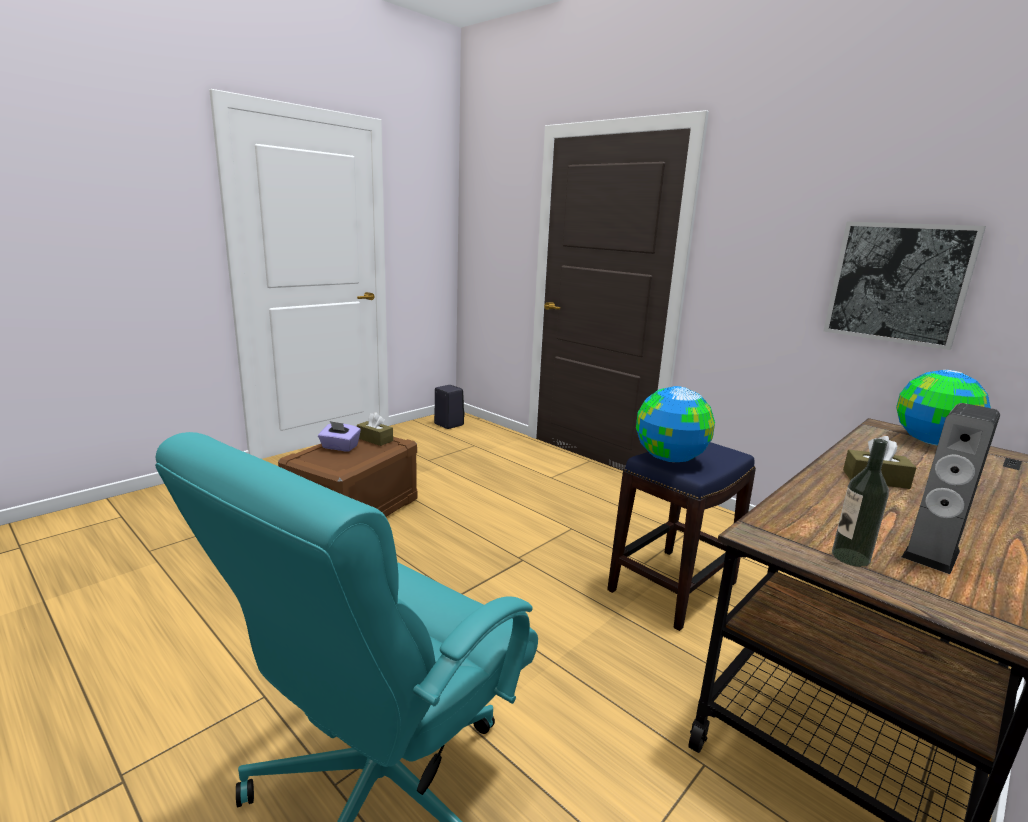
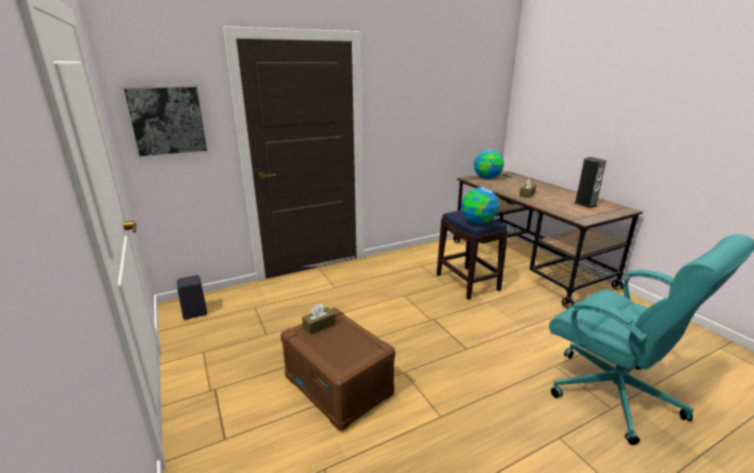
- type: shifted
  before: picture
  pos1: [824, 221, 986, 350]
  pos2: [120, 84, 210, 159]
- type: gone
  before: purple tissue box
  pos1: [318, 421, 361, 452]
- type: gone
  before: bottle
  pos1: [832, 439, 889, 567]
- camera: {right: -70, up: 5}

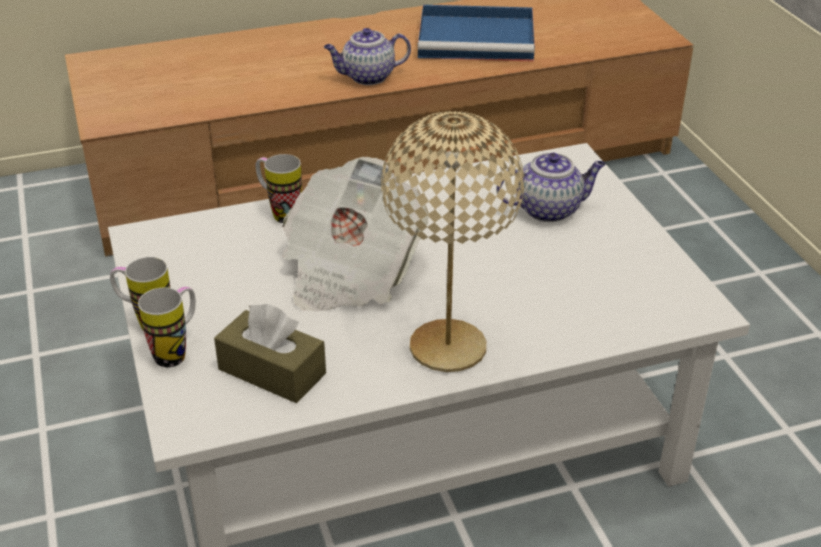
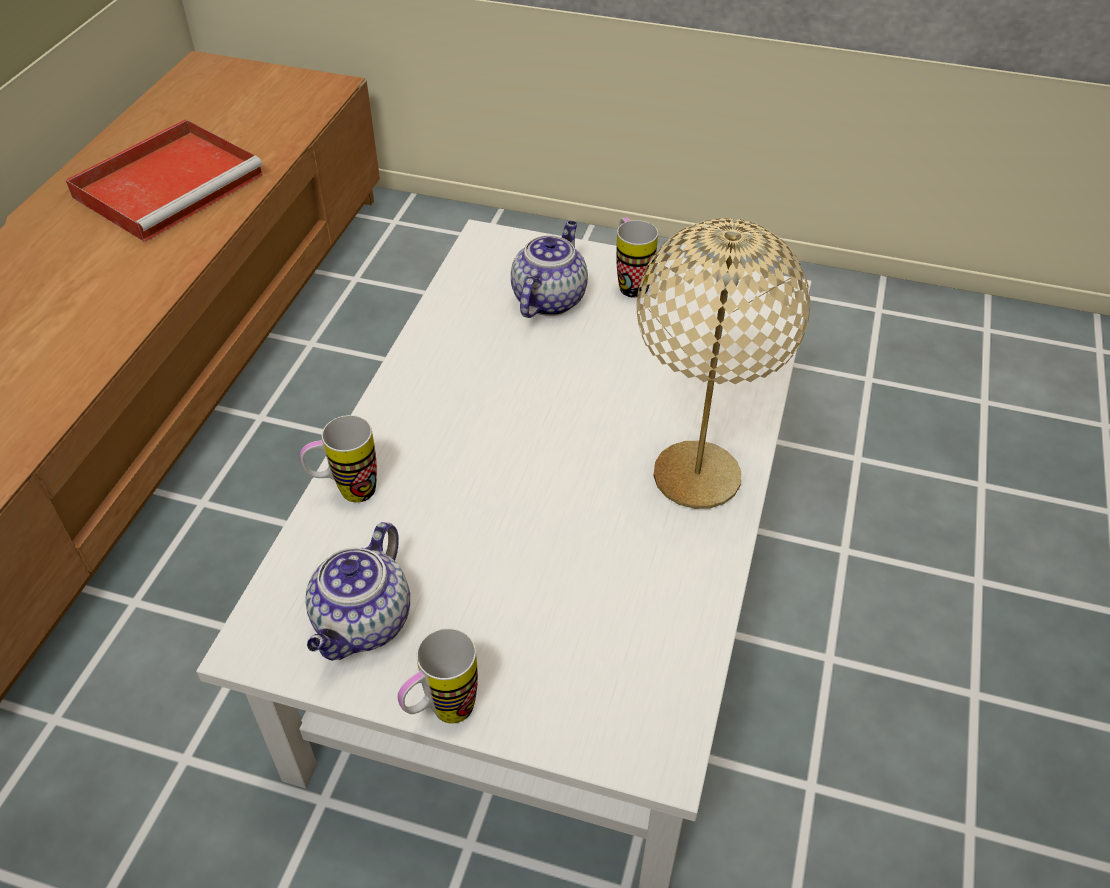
- type: repainted
  before: blue tray
  after: red tray
  pos1: [418, 5, 535, 62]
  pos2: [66, 119, 263, 242]
- type: shifted
  before: teapot
  pos1: [324, 28, 411, 85]
  pos2: [306, 522, 410, 661]
- type: gone
  before: newspaper
  pos1: [282, 157, 429, 311]
- type: shifted
  before: mug
  pos1: [138, 287, 196, 367]
  pos2: [616, 218, 658, 298]
- type: gone
  before: brown tissue box
  pos1: [214, 304, 326, 403]
- camera: {right: -55, up: 10}

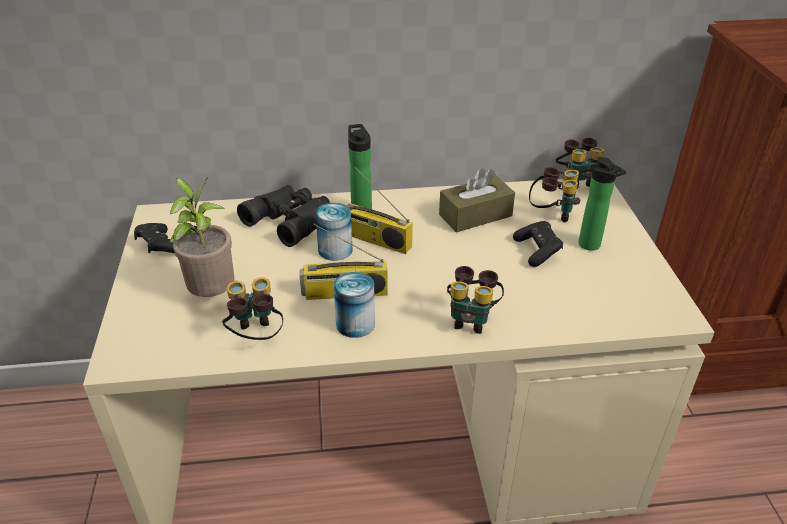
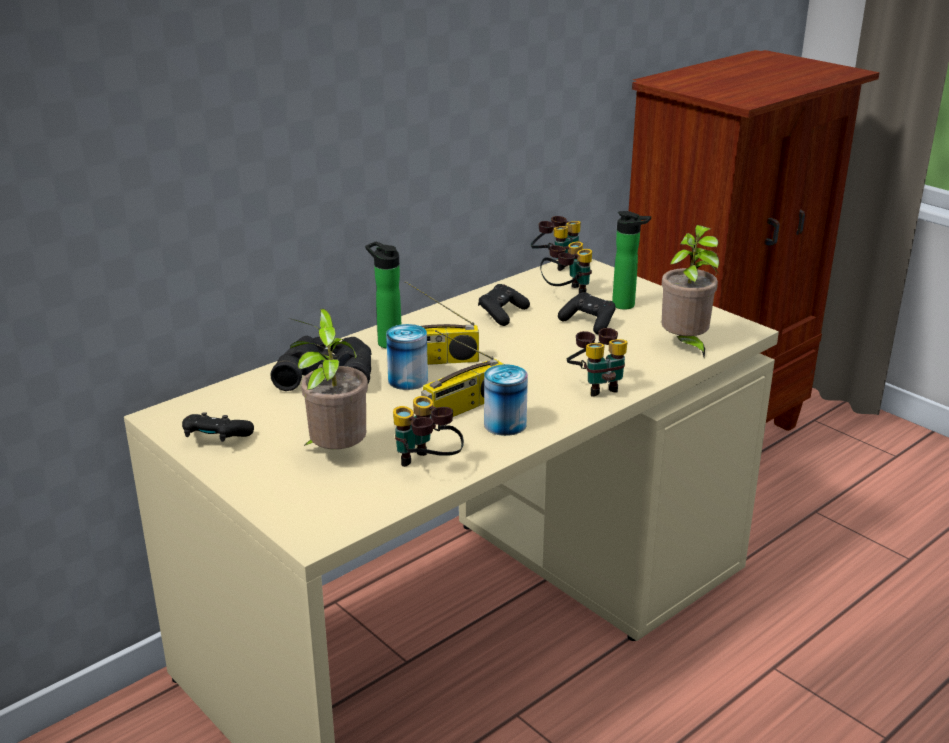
- type: swapped
  before: brown tissue box
  after: black game controller
  pos1: [439, 168, 515, 232]
  pos2: [478, 284, 530, 326]
- type: new
  after: potted plant
  pos2: [662, 225, 720, 357]
- camera: {right: -35, up: -10}

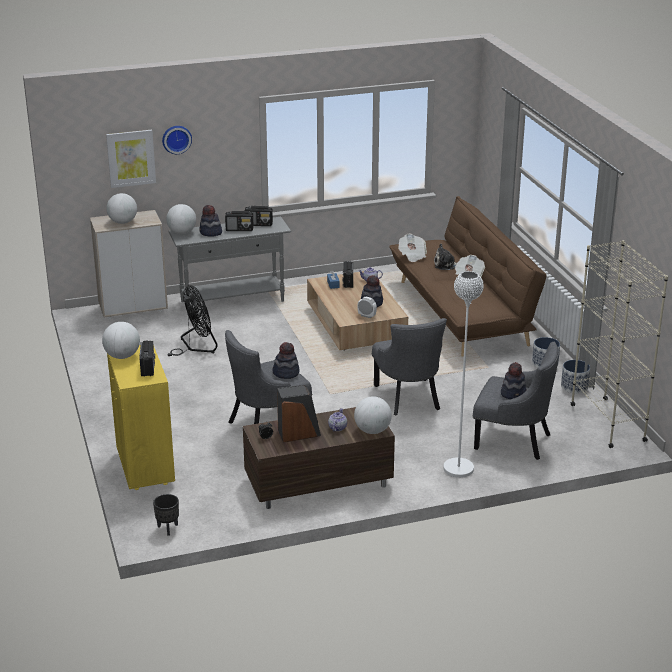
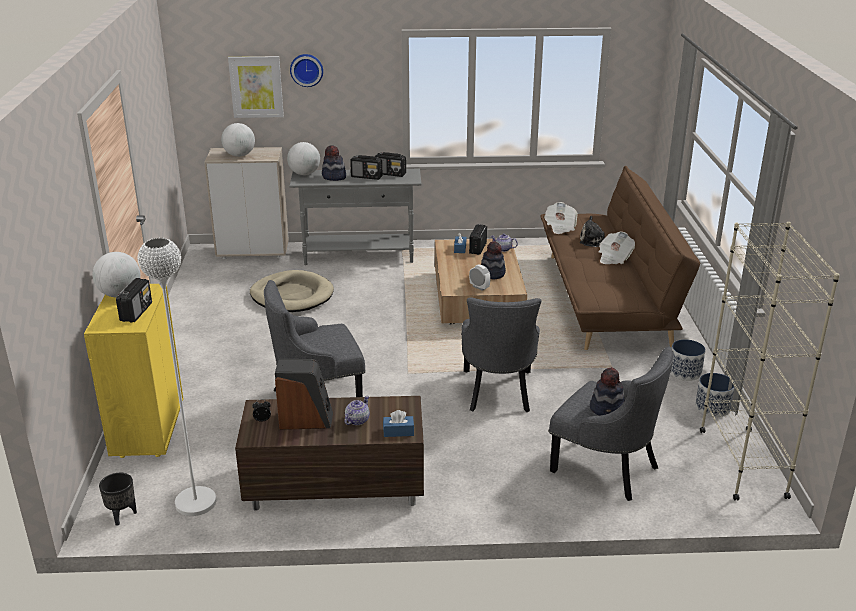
- type: shifted
  before: white floor lamp
  pos1: [443, 271, 484, 478]
  pos2: [138, 238, 216, 516]
- type: swapped
  before: black fan
  after: beige dog bed
  pos1: [167, 285, 217, 356]
  pos2: [250, 270, 334, 312]
- type: gone
  before: hat
  pos1: [272, 342, 300, 379]
- type: swapped
  before: globe
  after: blue tissue box
  pos1: [354, 396, 392, 434]
  pos2: [383, 410, 414, 437]
- camera: {right: 15, up: 0}

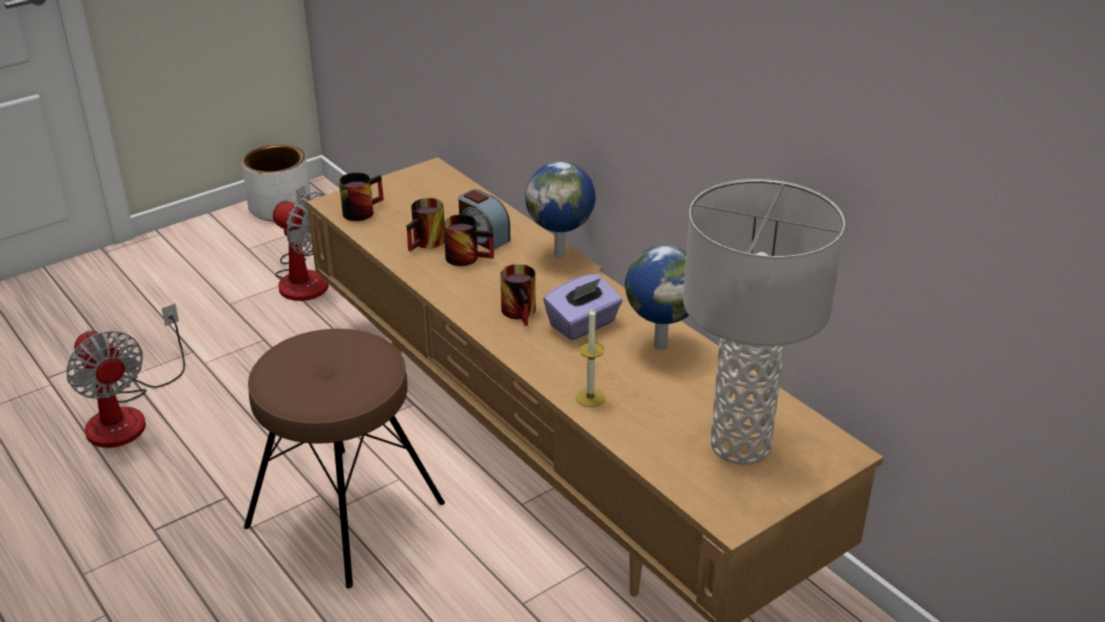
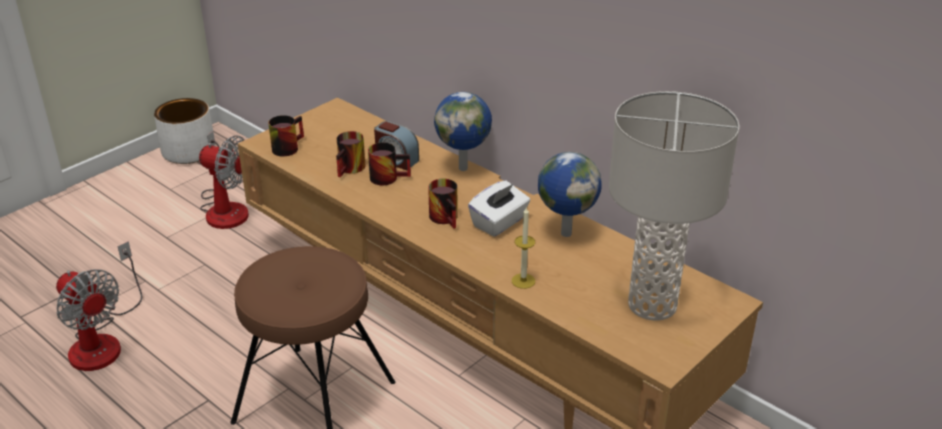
- type: repainted
  before: purple tissue box
  after: white tissue box
  pos1: [543, 274, 623, 340]
  pos2: [468, 181, 530, 237]
- camera: {right: -10, up: 0}

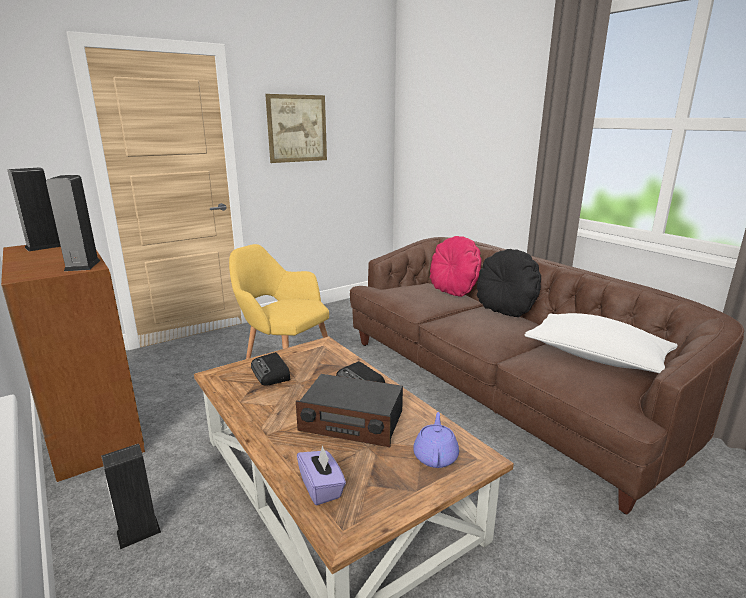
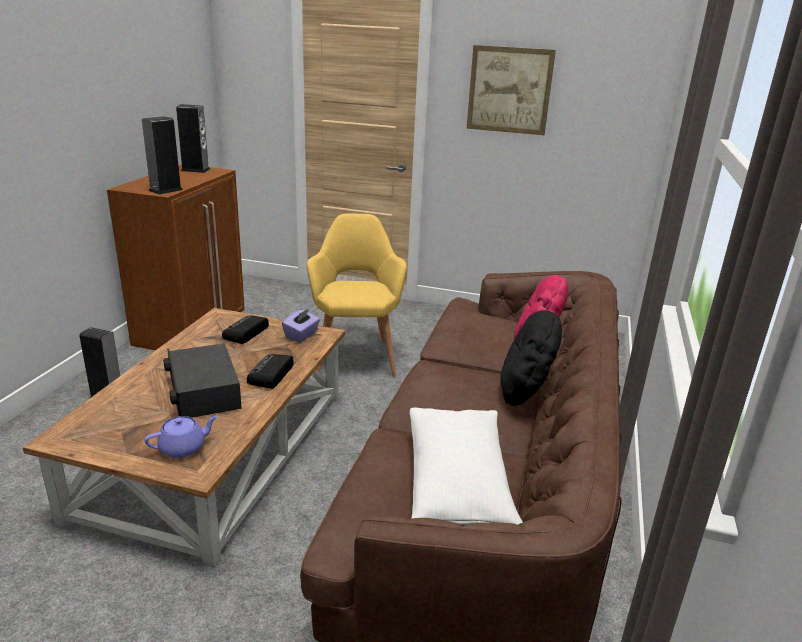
- type: shifted
  before: purple tissue box
  pos1: [297, 445, 346, 505]
  pos2: [282, 309, 320, 342]
- camera: {right: 50, up: 5}

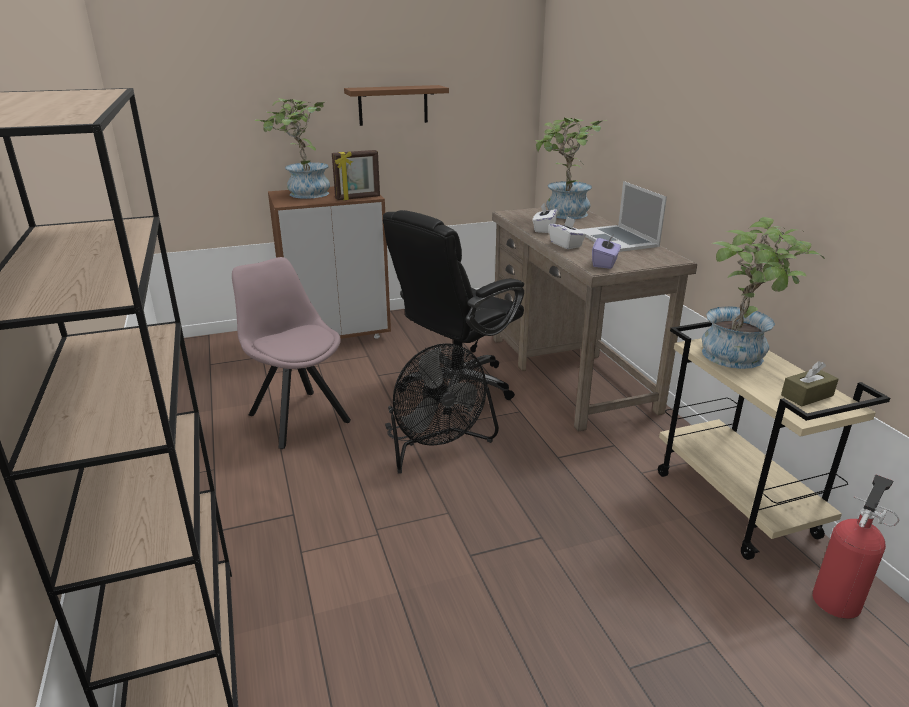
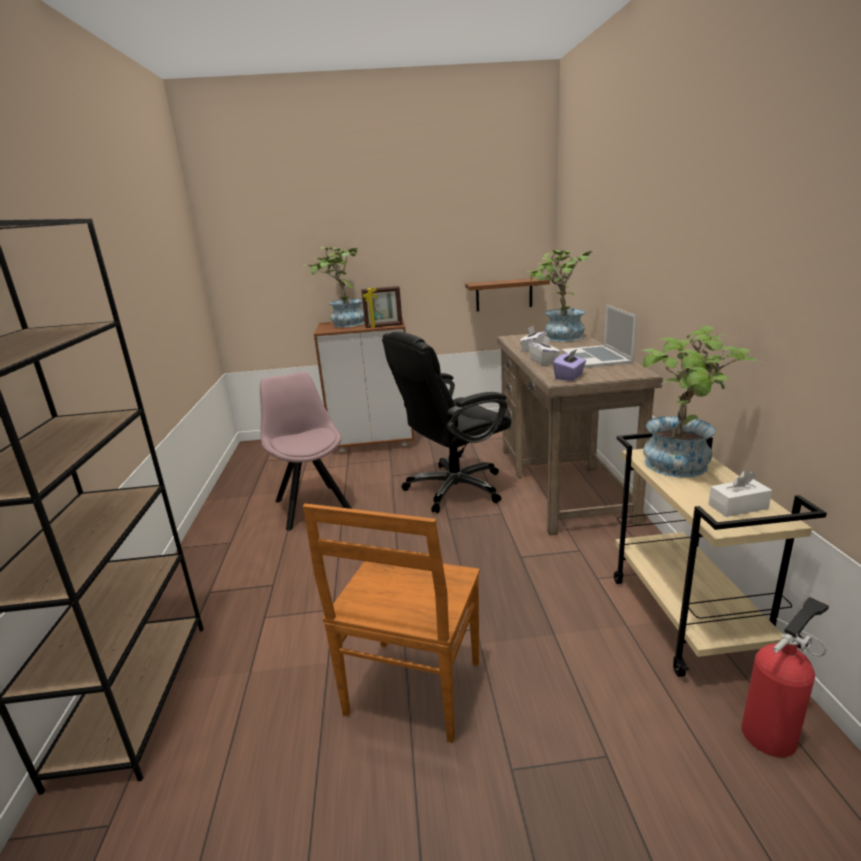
- type: shifted
  before: brown shelf
  pos1: [344, 85, 449, 126]
  pos2: [465, 278, 550, 311]
- type: gone
  before: black fan
  pos1: [385, 343, 499, 474]
- type: repainted
  before: brown tissue box
  after: white tissue box
  pos1: [781, 361, 838, 407]
  pos2: [708, 470, 772, 517]
- type: new
  after: brown chair
  pos2: [303, 503, 480, 743]
- camera: {right: 15, up: -5}

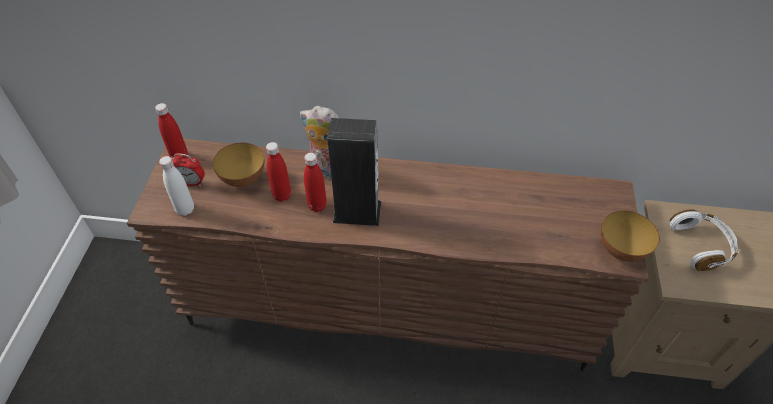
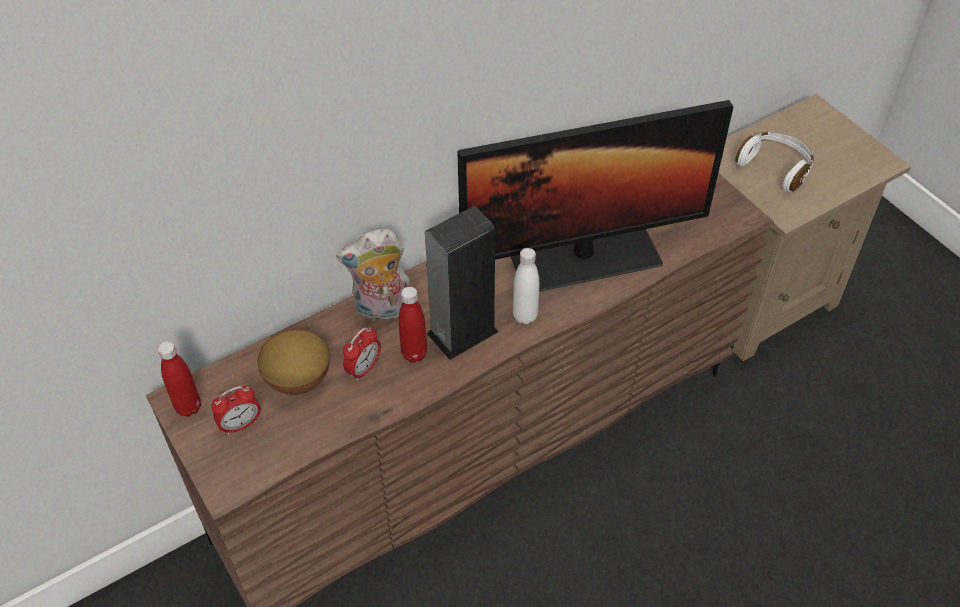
- type: swapped
  before: red bottle
  after: alarm clock
  pos1: [266, 142, 291, 202]
  pos2: [343, 327, 381, 381]
- type: shifted
  before: white bottle
  pos1: [159, 156, 194, 216]
  pos2: [513, 248, 539, 324]
- type: gone
  before: bowl
  pos1: [601, 211, 659, 261]
- type: new
  after: monitor
  pos2: [457, 100, 733, 292]
- camera: {right: -40, up: 0}

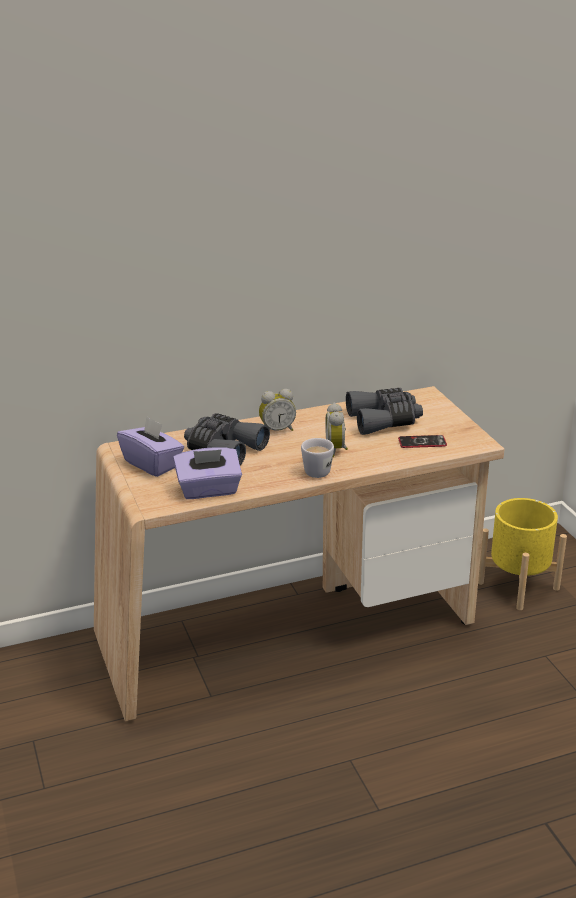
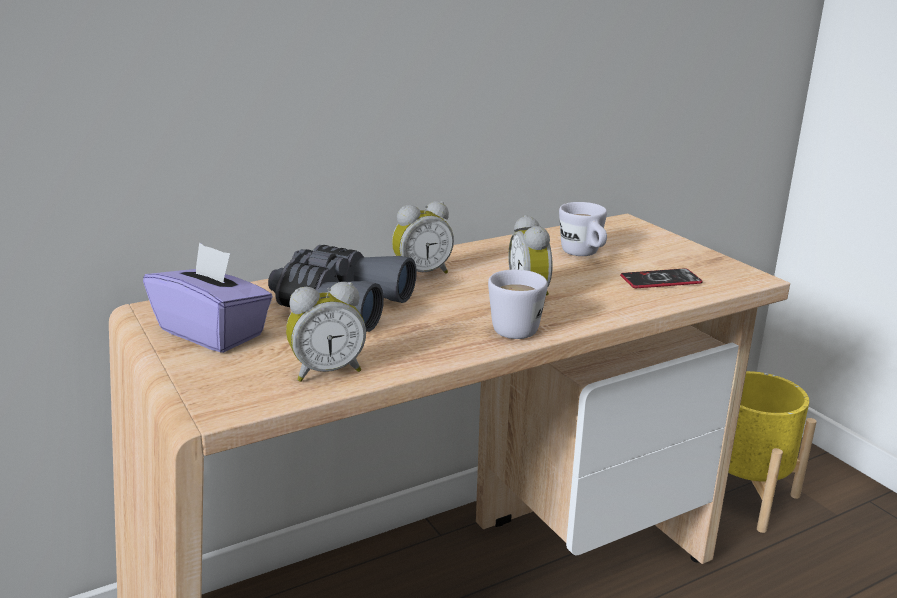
- type: swapped
  before: grey binoculars
  after: white mug
  pos1: [346, 388, 423, 435]
  pos2: [559, 202, 607, 256]
- type: swapped
  before: purple tissue box
  after: alarm clock
  pos1: [173, 447, 242, 499]
  pos2: [286, 282, 366, 382]
- camera: {right: -10, up: -5}

